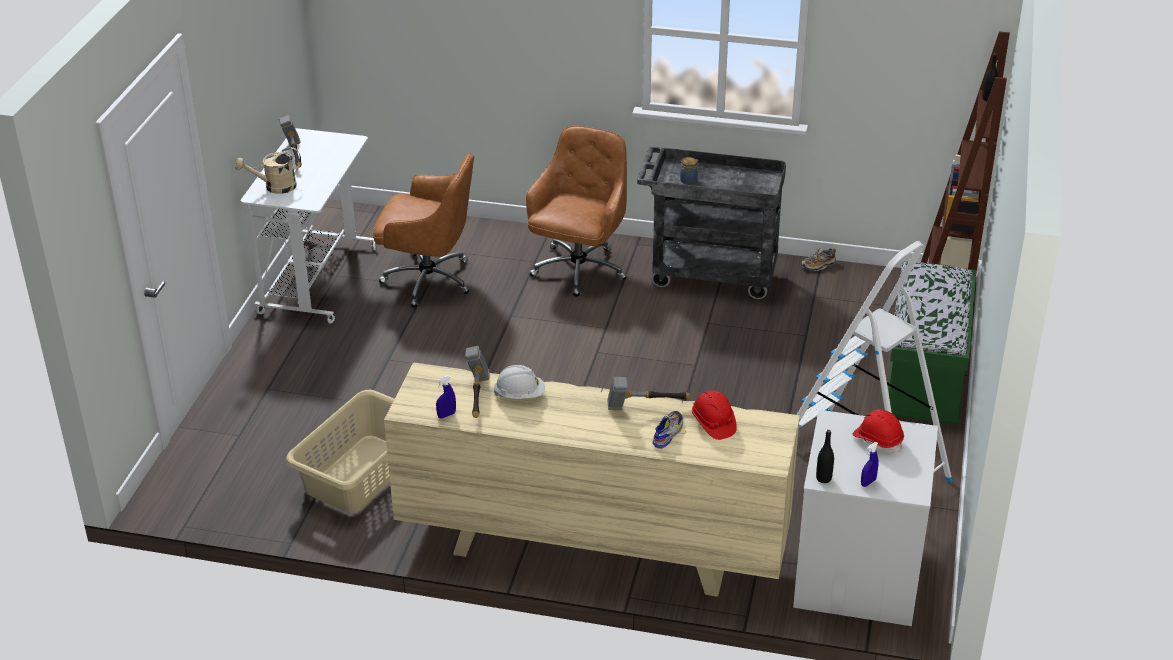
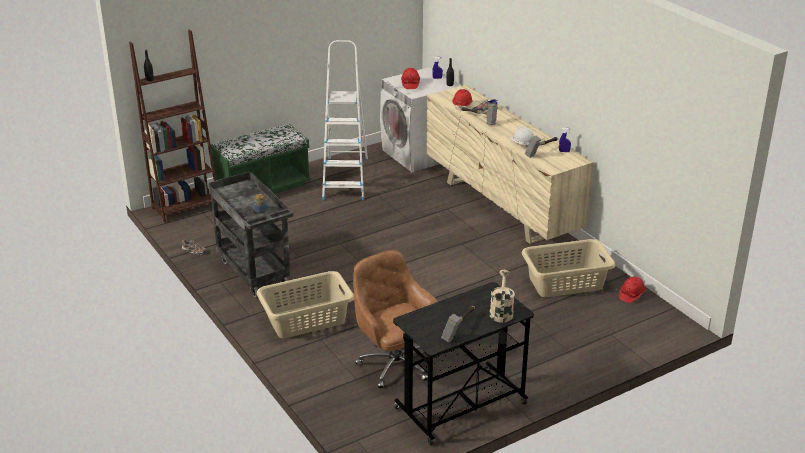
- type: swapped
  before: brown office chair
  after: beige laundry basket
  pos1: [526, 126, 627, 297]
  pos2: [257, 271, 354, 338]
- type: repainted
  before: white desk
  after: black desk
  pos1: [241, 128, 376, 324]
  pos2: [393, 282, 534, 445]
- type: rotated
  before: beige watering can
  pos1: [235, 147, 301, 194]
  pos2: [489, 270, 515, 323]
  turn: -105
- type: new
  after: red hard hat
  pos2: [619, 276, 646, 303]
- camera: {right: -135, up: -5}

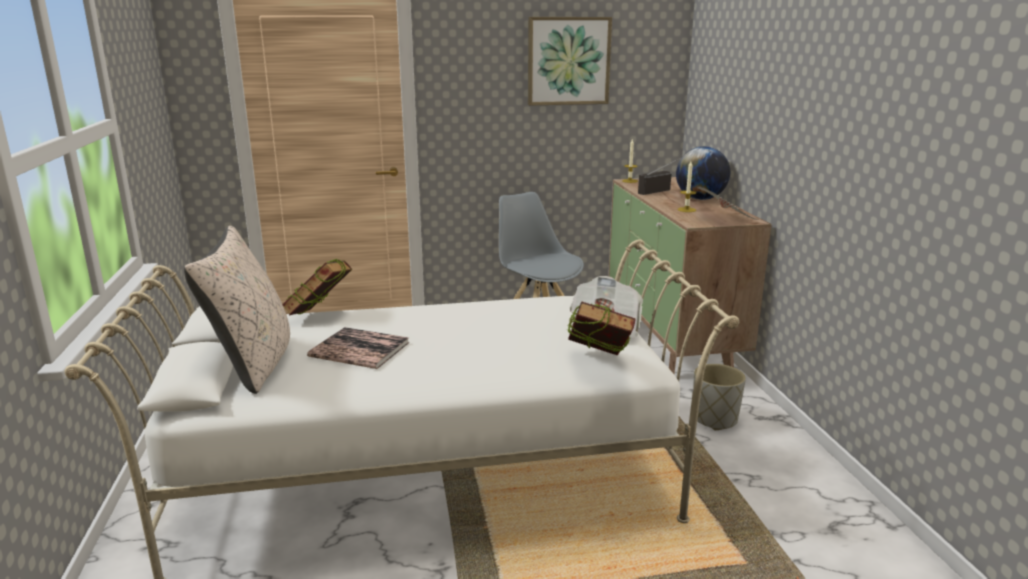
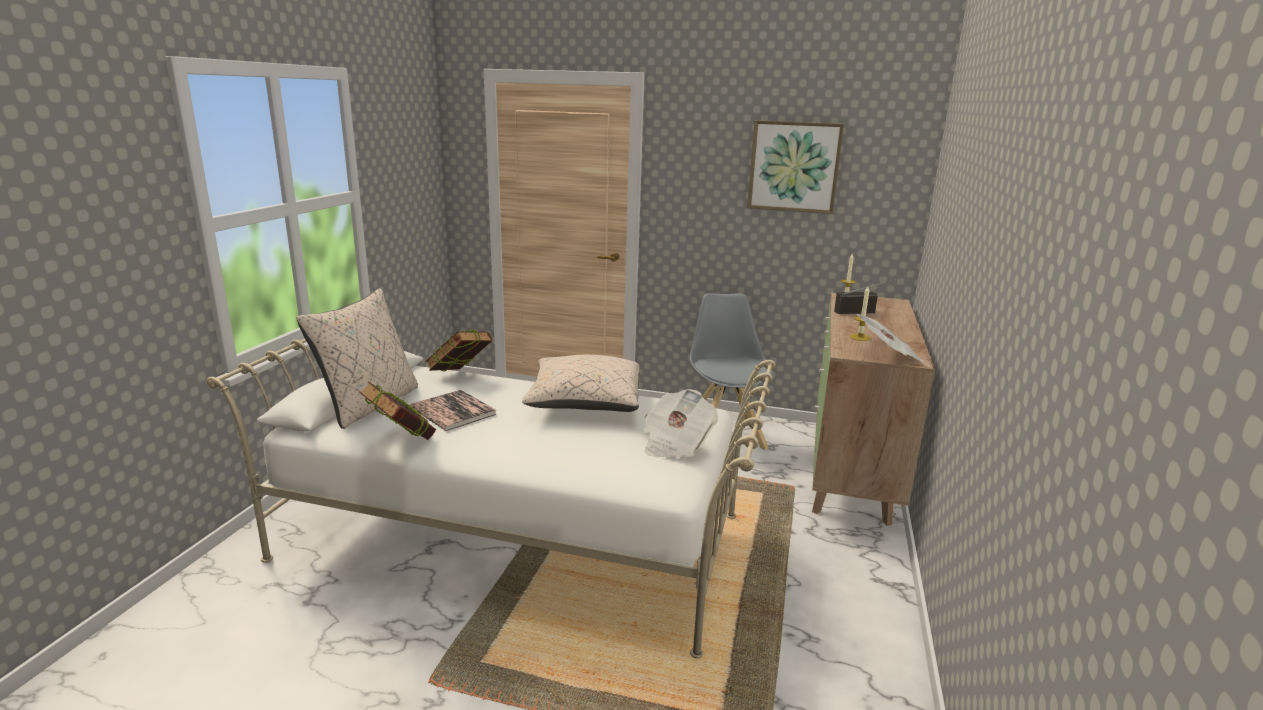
- type: gone
  before: globe
  pos1: [676, 146, 730, 200]
- type: shifted
  before: book
  pos1: [567, 301, 636, 355]
  pos2: [359, 382, 436, 440]
- type: gone
  before: grey planter
  pos1: [693, 364, 746, 430]
- type: new
  after: beige pillow
  pos2: [522, 355, 640, 412]
- camera: {right: 25, up: 0}

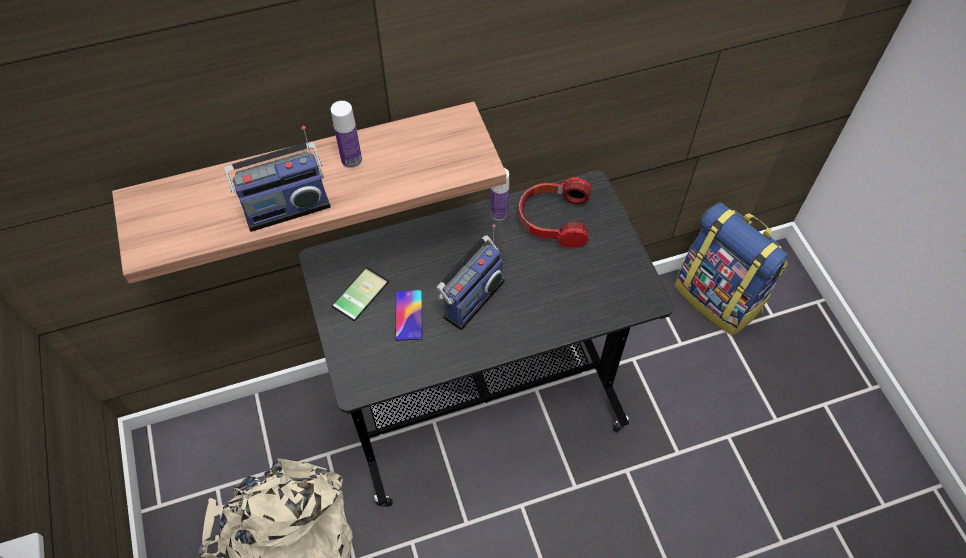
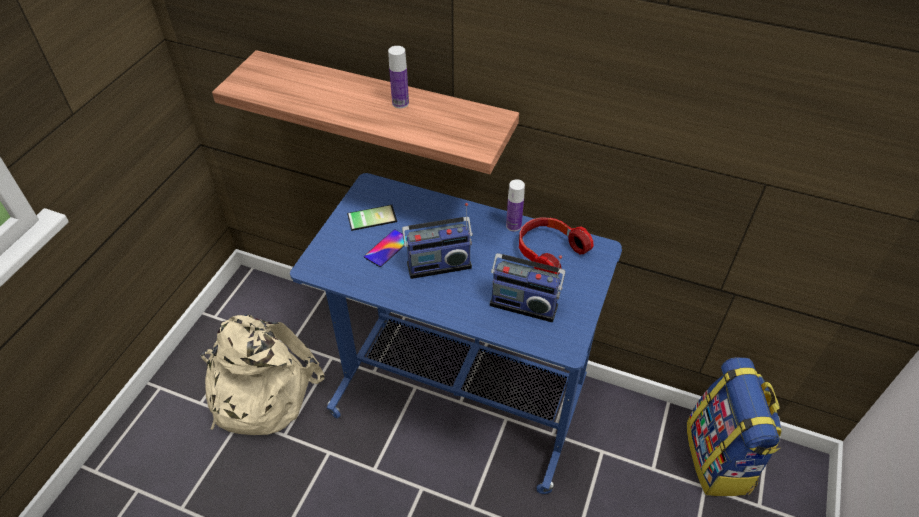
- type: shifted
  before: radio
  pos1: [224, 126, 331, 232]
  pos2: [490, 253, 566, 322]
- type: repainted
  before: black desk
  after: blue desk
  pos1: [299, 171, 674, 507]
  pos2: [290, 173, 622, 494]
- camera: {right: 40, up: -10}

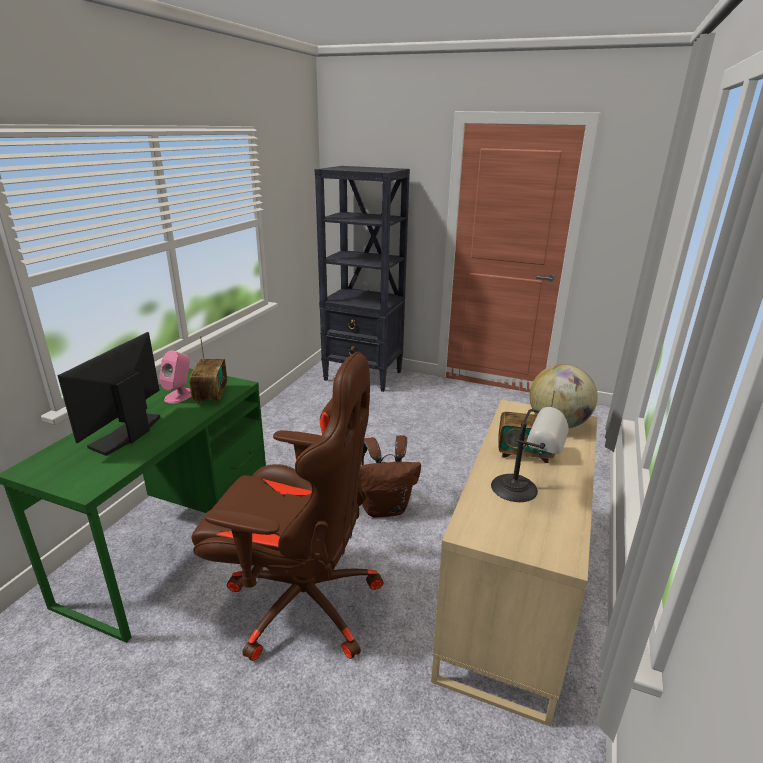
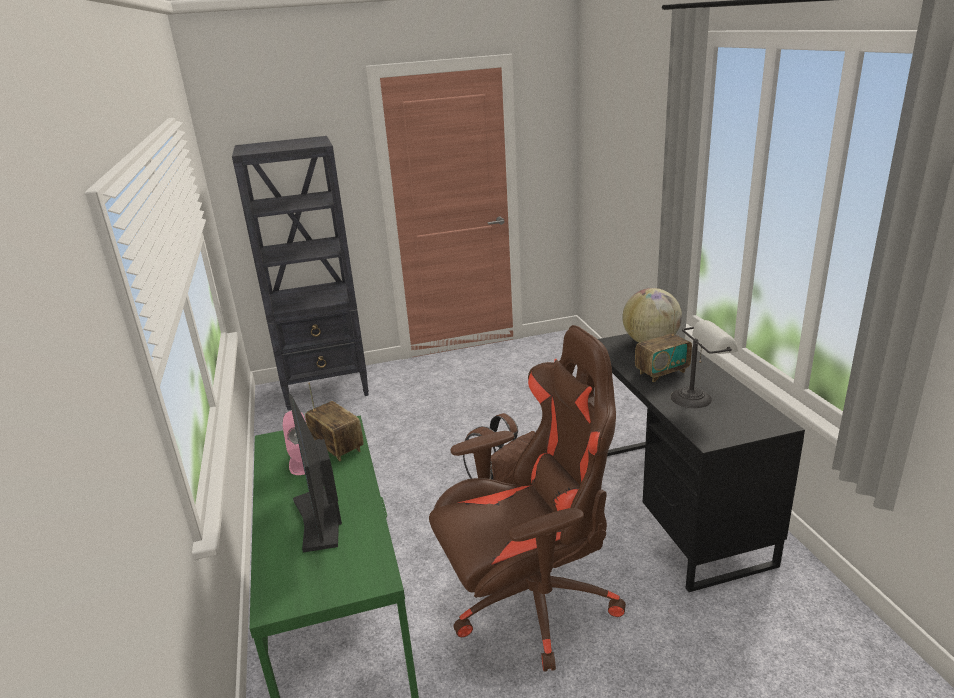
- type: repainted
  before: beige desk
  after: black desk
  pos1: [431, 399, 597, 727]
  pos2: [598, 334, 805, 592]
- camera: {right: -35, up: 0}

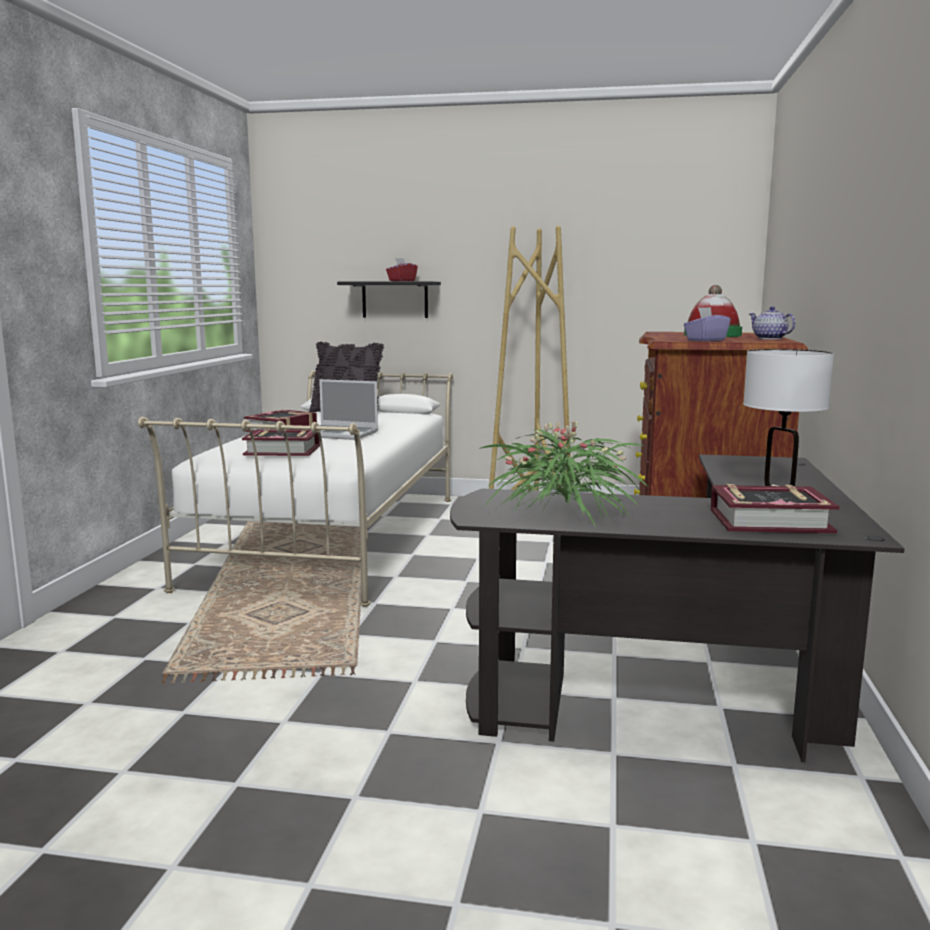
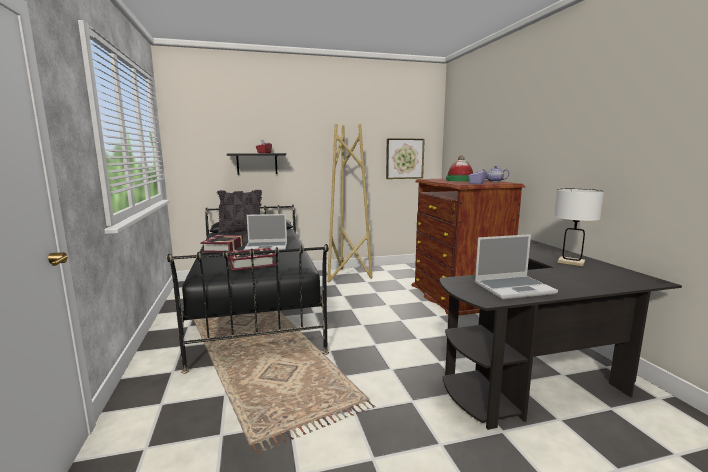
- type: repainted
  before: white bed
  after: black bed
  pos1: [138, 370, 453, 607]
  pos2: [166, 204, 329, 374]
- type: swapped
  before: potted plant
  after: laptop
  pos1: [479, 420, 648, 527]
  pos2: [475, 234, 558, 300]
- type: gone
  before: book
  pos1: [710, 484, 840, 533]
- type: new
  after: picture
  pos2: [386, 138, 425, 179]
- camera: {right: -25, up: 0}

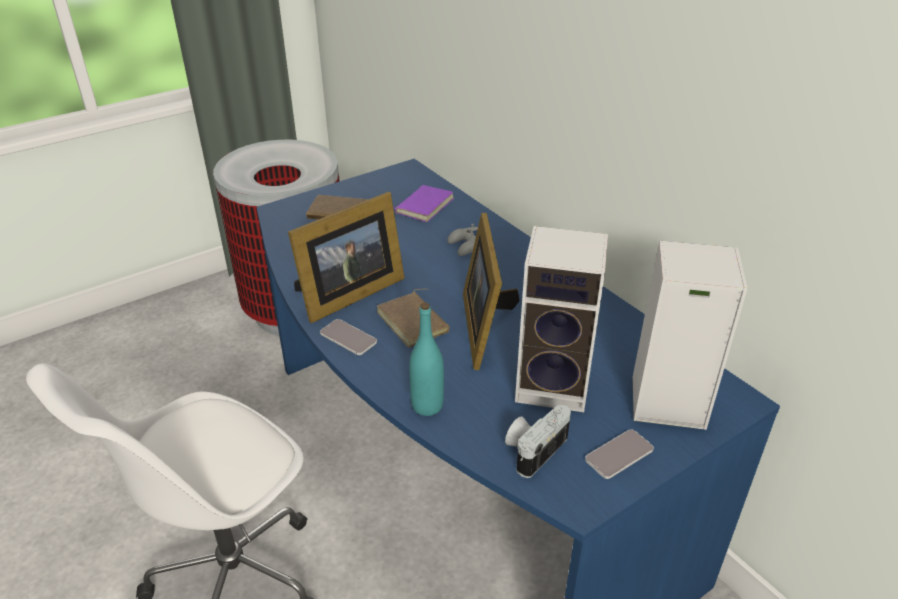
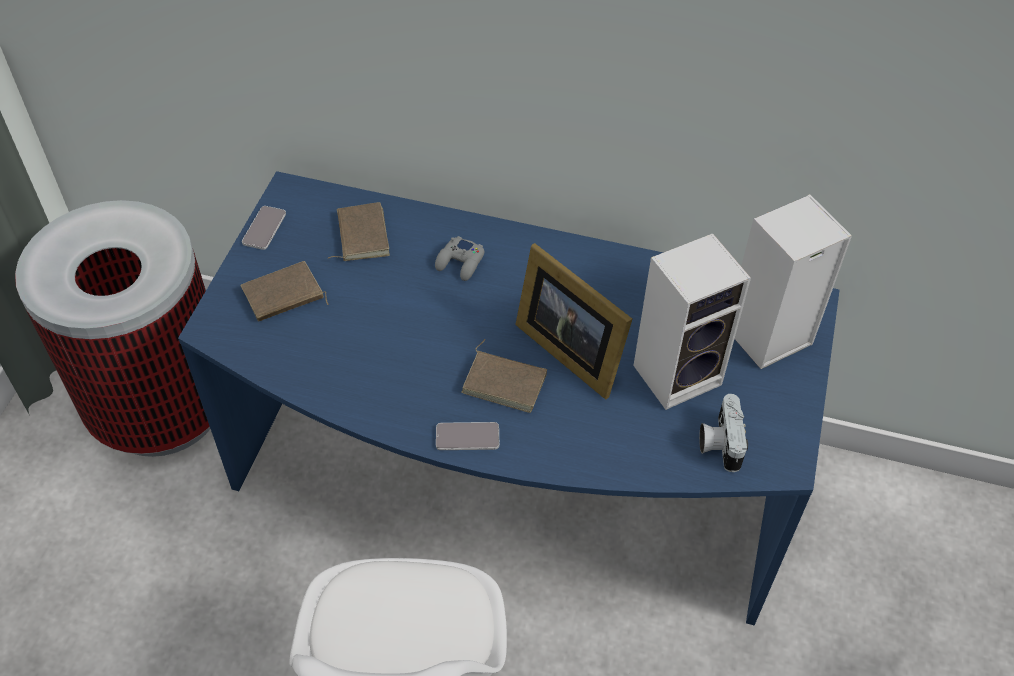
- type: repainted
  before: purple book
  after: brown book
  pos1: [393, 185, 454, 222]
  pos2: [328, 202, 390, 261]
- type: gone
  before: picture frame
  pos1: [288, 192, 405, 323]
- type: gone
  before: turquoise bottle
  pos1: [409, 302, 444, 416]
- type: shifted
  before: phone
  pos1: [585, 429, 654, 479]
  pos2: [242, 206, 286, 250]
- camera: {right: -40, up: 15}

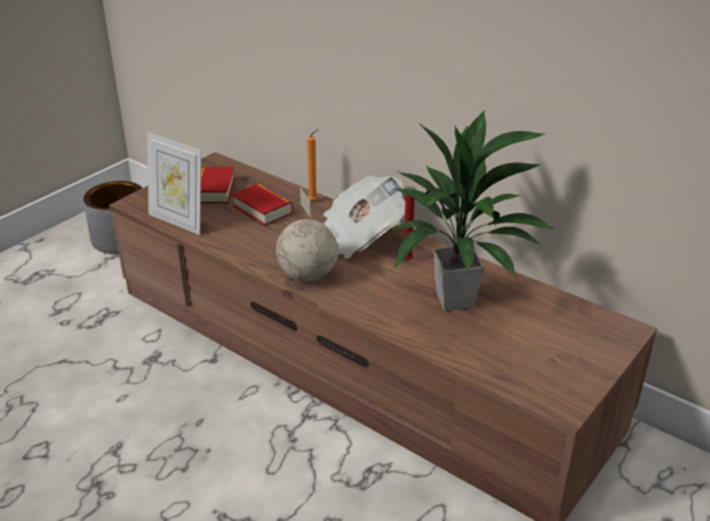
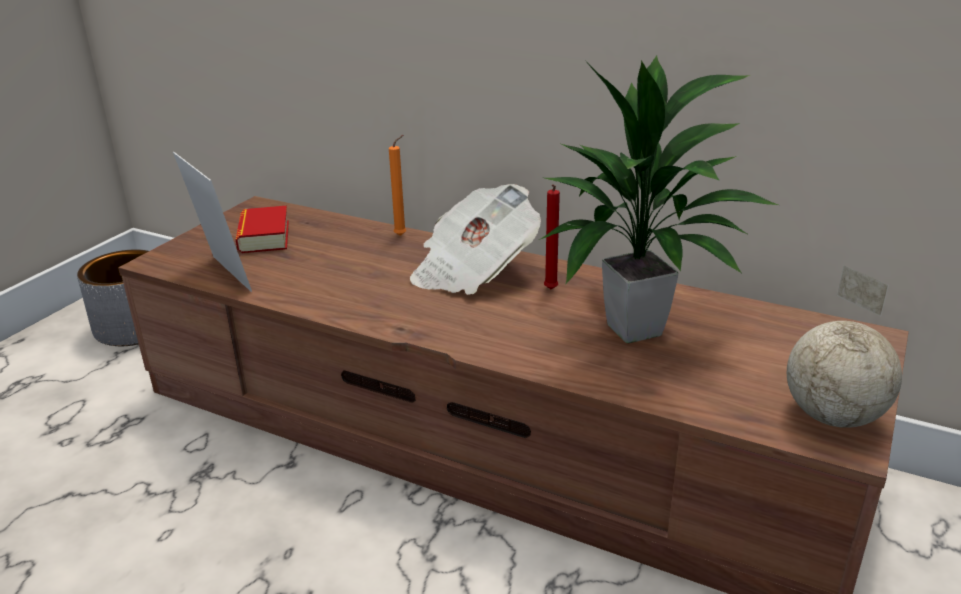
- type: rotated
  before: picture frame
  pos1: [147, 132, 201, 235]
  pos2: [173, 152, 252, 292]
  turn: -150
- type: gone
  before: book
  pos1: [232, 183, 293, 226]
- type: shifted
  before: globe
  pos1: [276, 187, 338, 281]
  pos2: [787, 265, 902, 428]
- camera: {right: -10, up: -5}

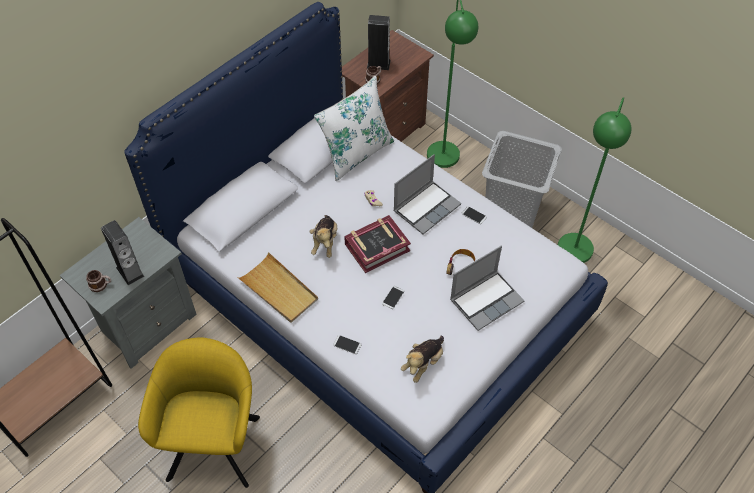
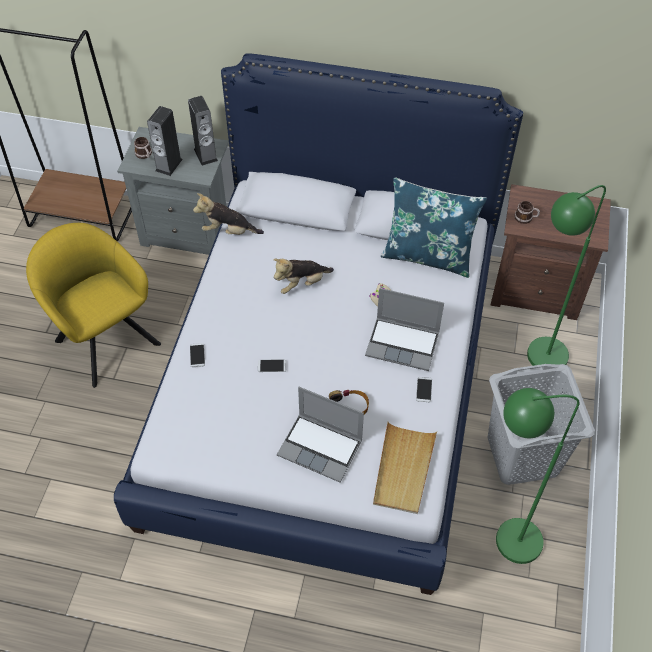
- type: shifted
  before: speaker
  pos1: [367, 15, 391, 70]
  pos2: [188, 96, 218, 166]
- type: repainted
  before: white pillow
  after: blue pillow
  pos1: [314, 76, 394, 181]
  pos2: [381, 177, 487, 278]
- type: gone
  before: book
  pos1: [344, 215, 411, 273]
- type: shifted
  before: beige tray
  pos1: [237, 252, 318, 323]
  pos2: [373, 422, 437, 514]
- type: shifted
  before: plush toy
  pos1: [401, 336, 444, 383]
  pos2: [193, 193, 264, 235]
- type: rotated
  before: yellow armchair
  pos1: [138, 337, 260, 488]
  pos2: [26, 223, 161, 388]
  turn: -105
- camera: {right: 60, up: 0}

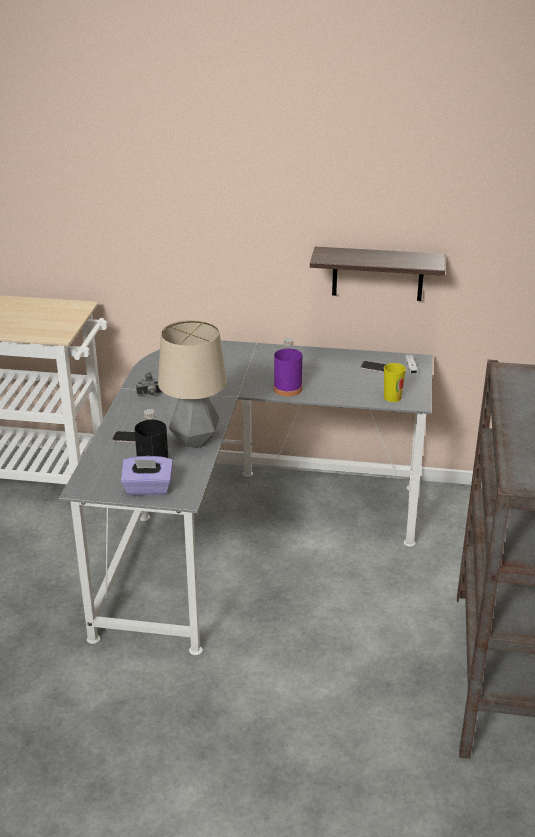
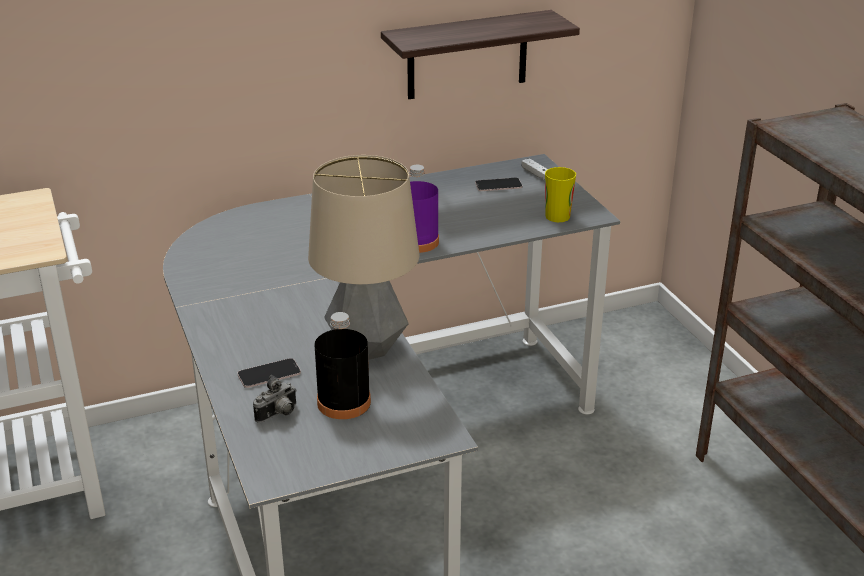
- type: shifted
  before: photo camera
  pos1: [136, 372, 162, 395]
  pos2: [253, 375, 297, 423]
- type: gone
  before: purple tissue box
  pos1: [121, 456, 173, 495]
- camera: {right: -30, up: 0}

